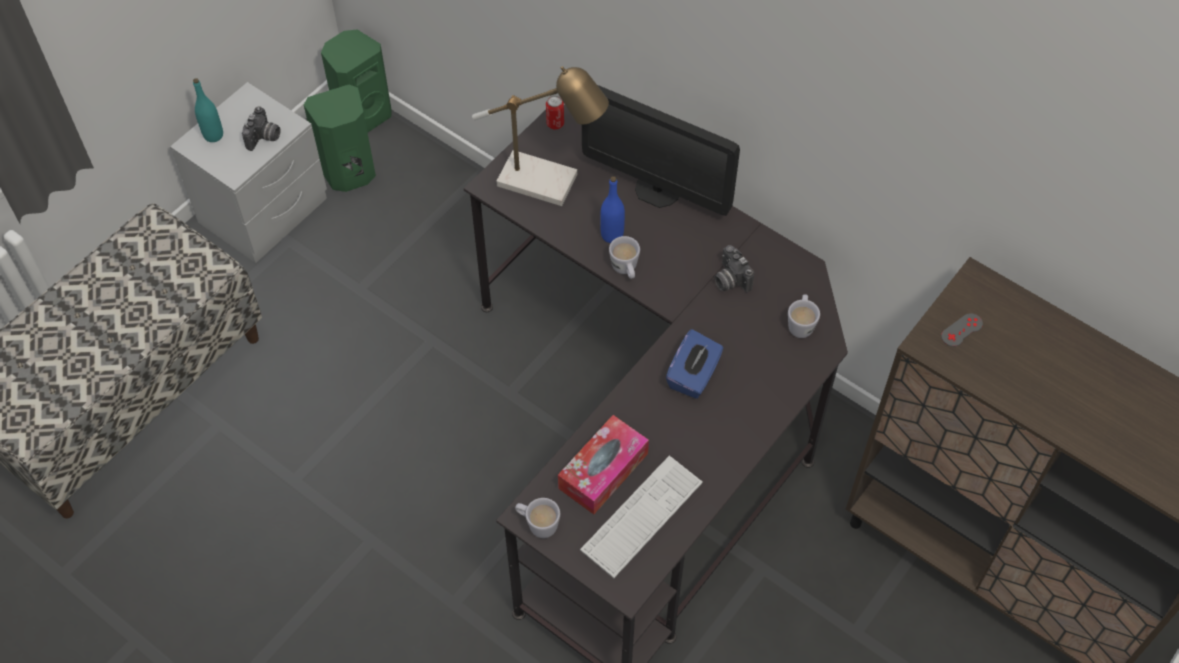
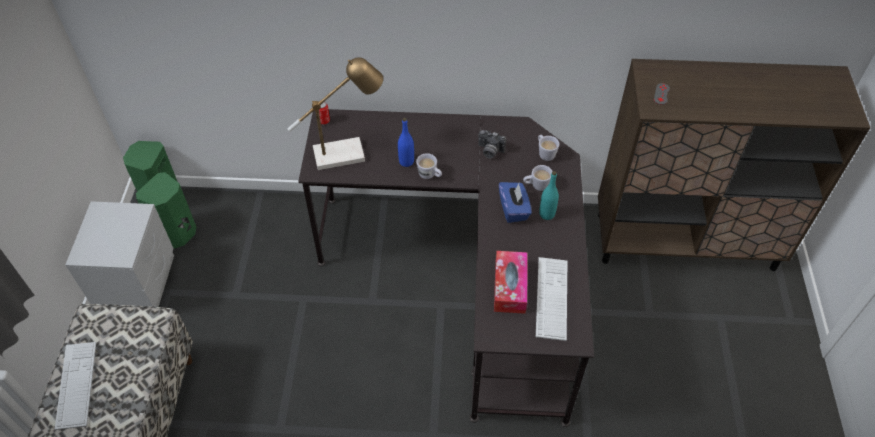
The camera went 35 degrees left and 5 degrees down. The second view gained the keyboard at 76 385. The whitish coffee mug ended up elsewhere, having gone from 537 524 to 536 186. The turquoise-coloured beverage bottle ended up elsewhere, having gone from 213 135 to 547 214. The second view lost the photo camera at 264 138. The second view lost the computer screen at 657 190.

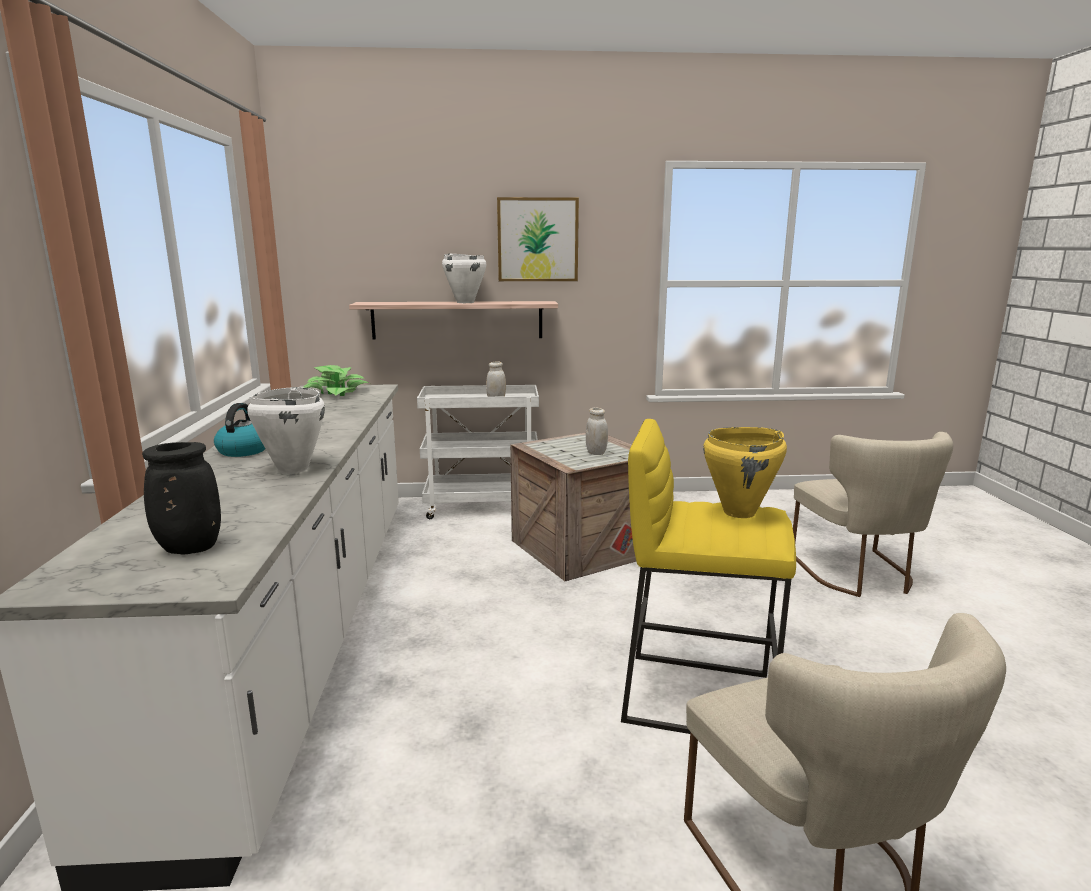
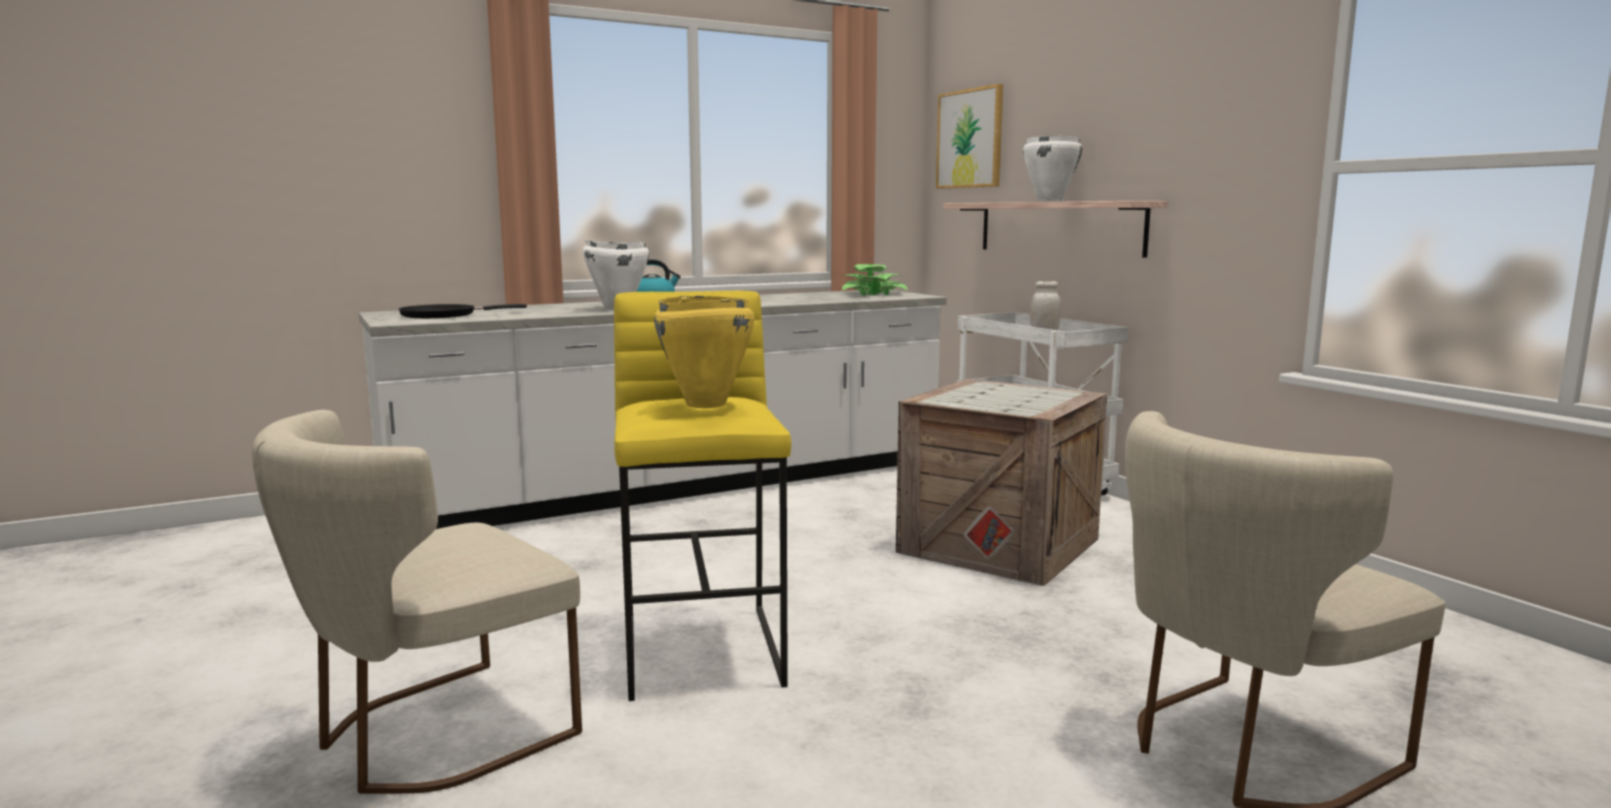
The camera went 65 degrees right and 5 degrees down. Where the black-coloured flower vase stood at 188 549, the black-coloured frying pan came to stand at 443 315. The picture ended up elsewhere, having gone from 537 240 to 970 139. The second view lost the whitish storage jar at 596 453.

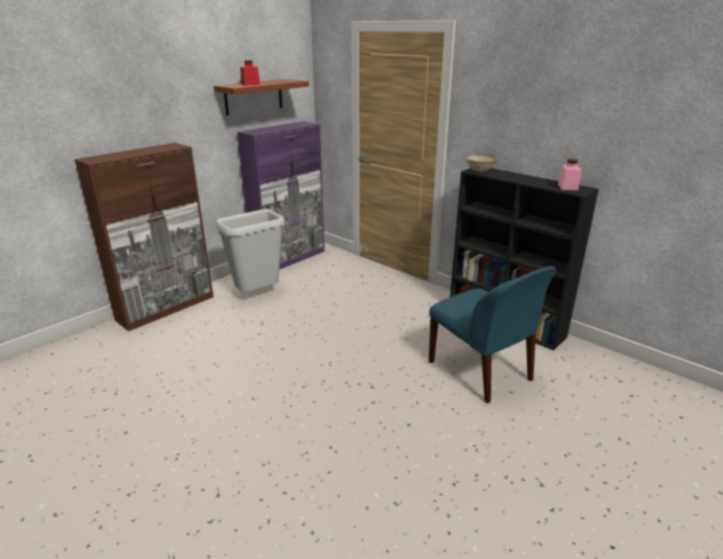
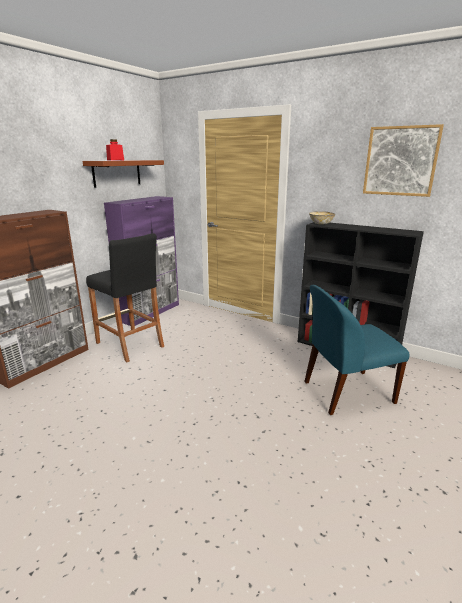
The camera went 10 degrees left and 5 degrees down. Where the greyish trash can stood at 257 295, the black-coloured sitting stool came to stand at 129 344. The blue chair at 481 372 ended up facing another way, 120 degrees clockwise from before. The second view gained the picture at 400 161. The second view lost the pinkish storage jar at 567 187.

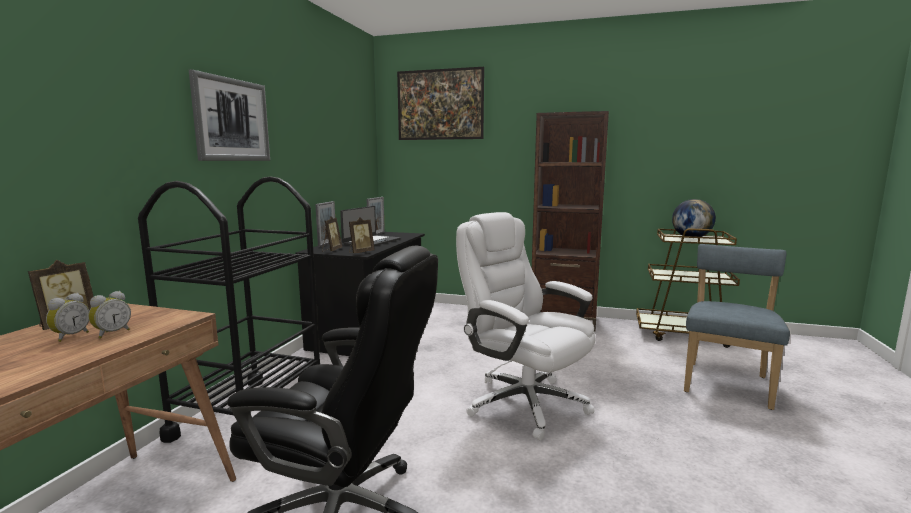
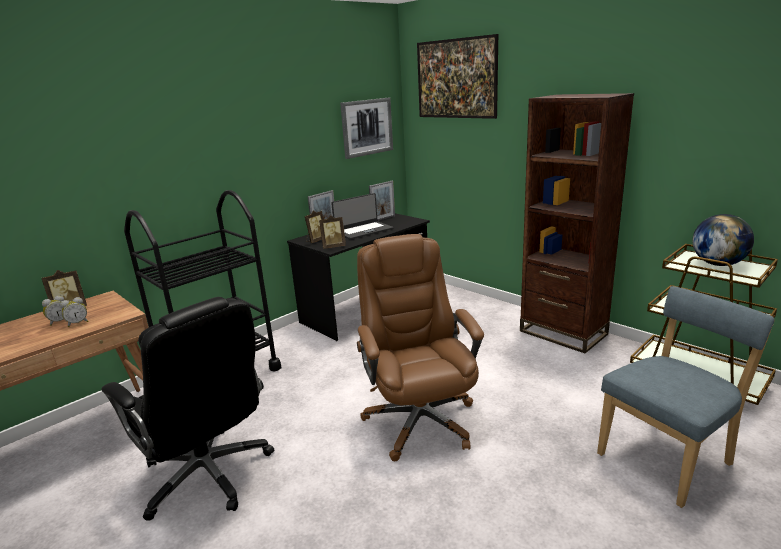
The camera went 30 degrees right and 10 degrees up. The picture ended up elsewhere, having gone from 232 120 to 367 127. What was the whitish office chair at 523 402 turned into the brown-coloured office chair at 419 420.

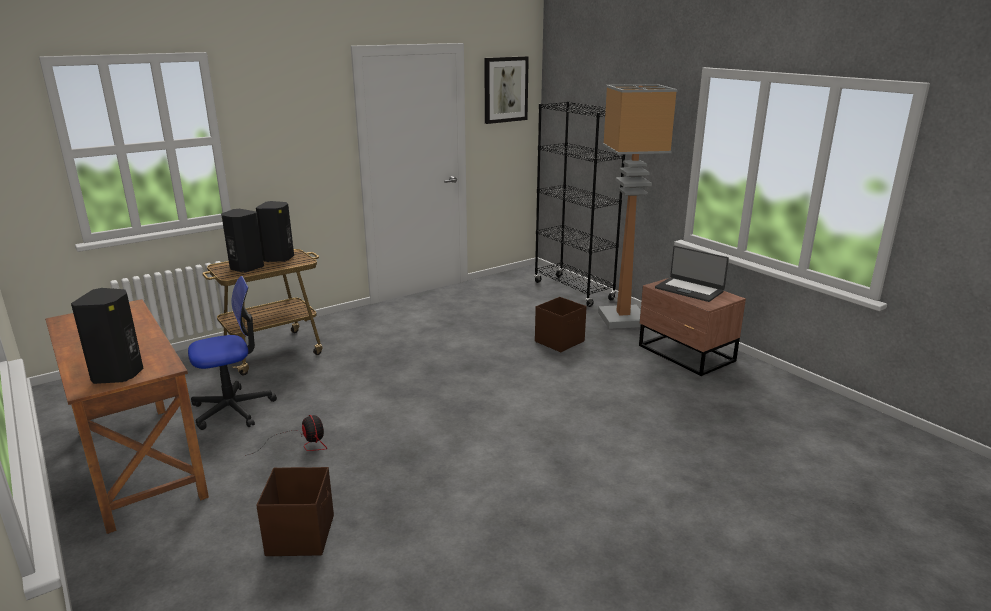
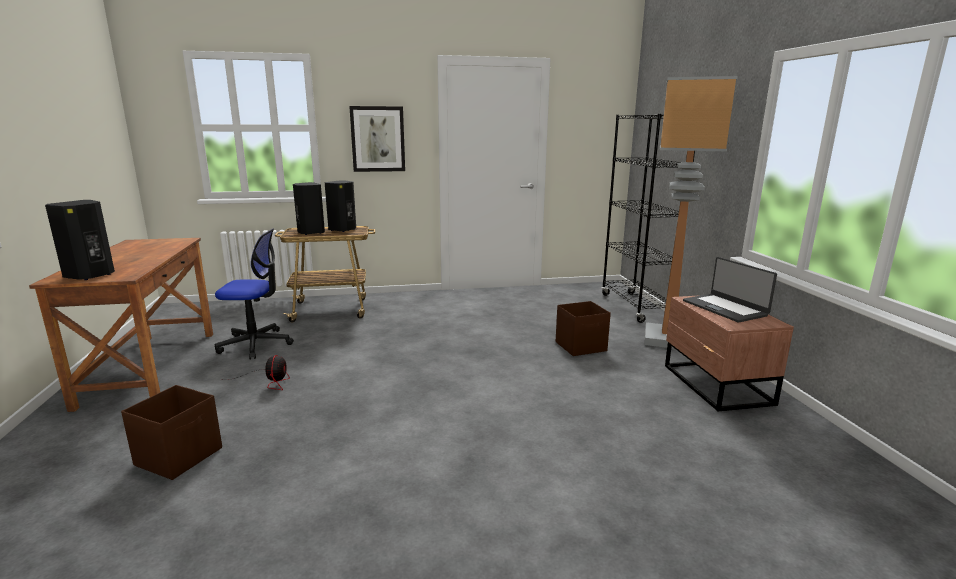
The camera went 25 degrees right and 5 degrees down. The picture ended up elsewhere, having gone from 505 89 to 378 139.

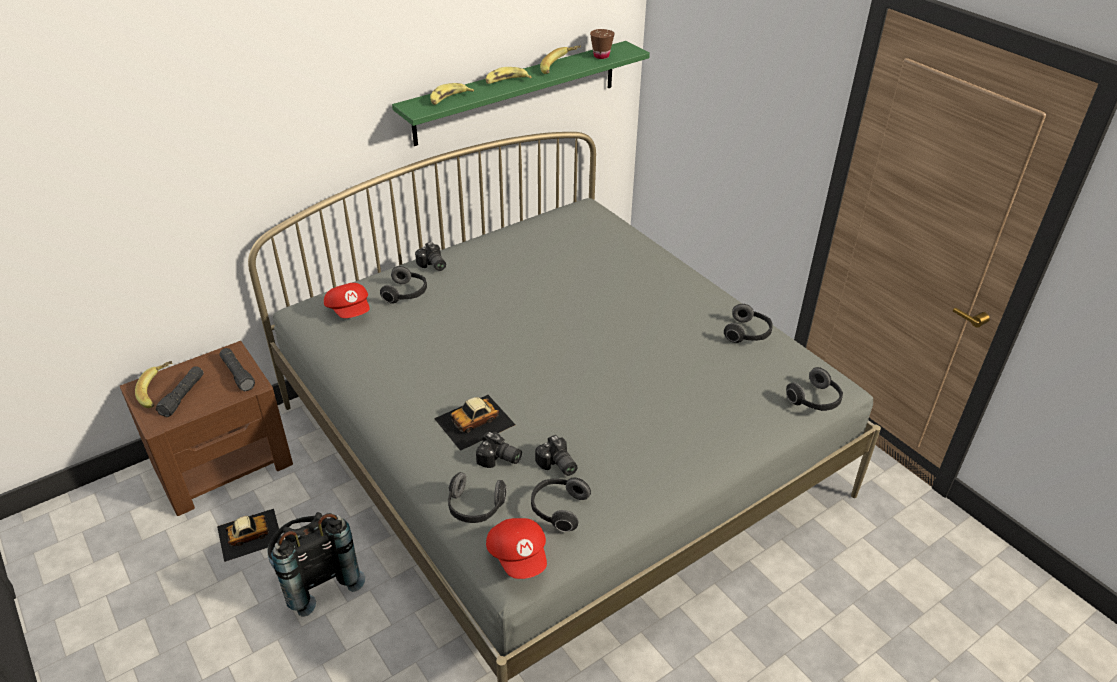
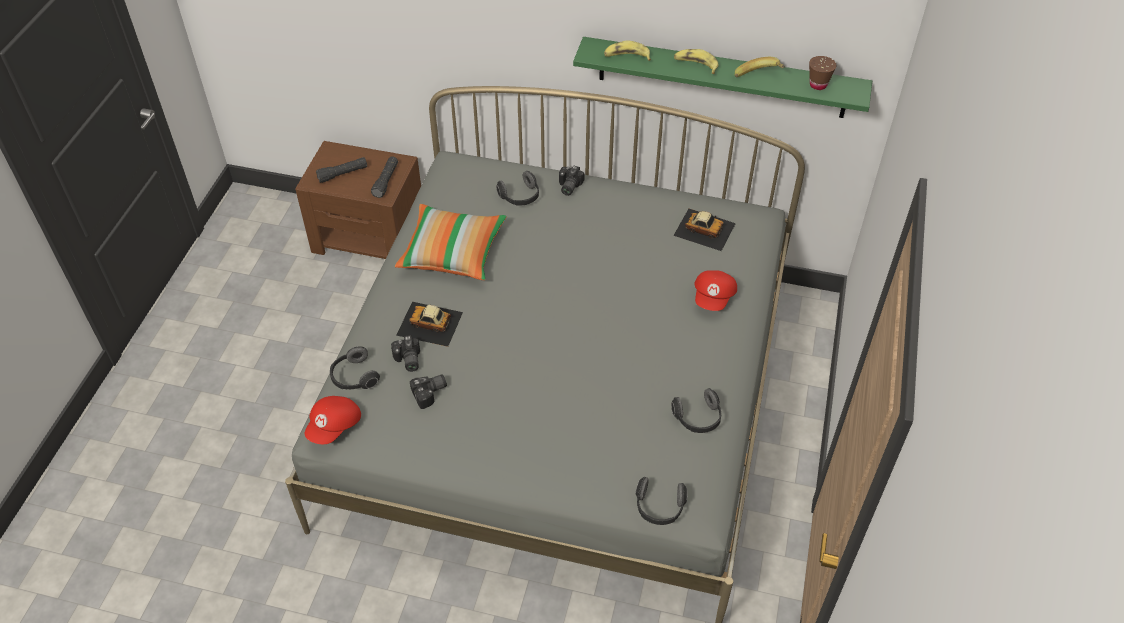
The camera went 50 degrees right and 10 degrees up. The second view gained the cushion at 453 252. The photo camera at 557 465 ended up facing another way, 135 degrees counterclockwise from before. The miniature car ended up elsewhere, having gone from 249 534 to 704 229. The red baseball cap ended up elsewhere, having gone from 350 311 to 714 298. The second view lost the banana at 159 392. The second view lost the black-coloured backpack at 316 579. The second view lost the headset at 558 509.

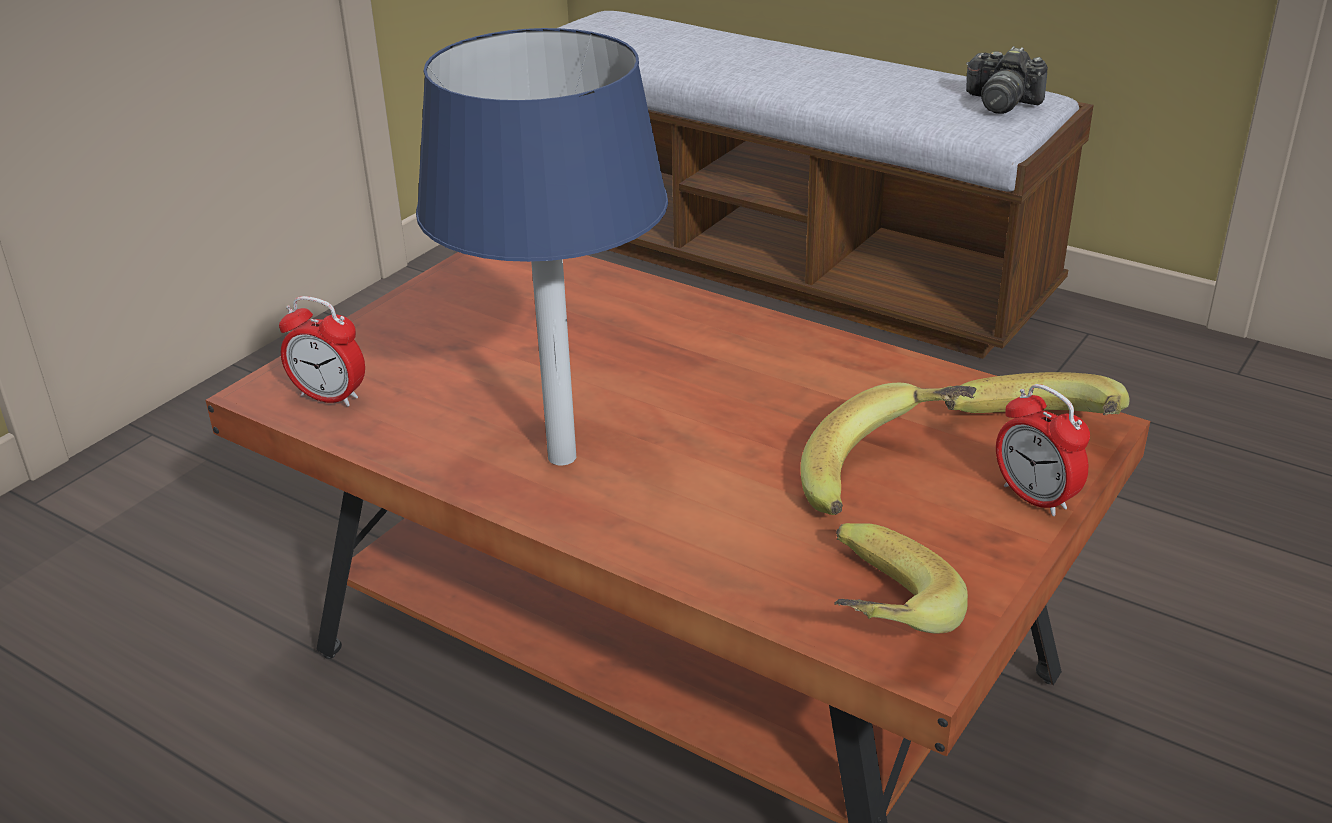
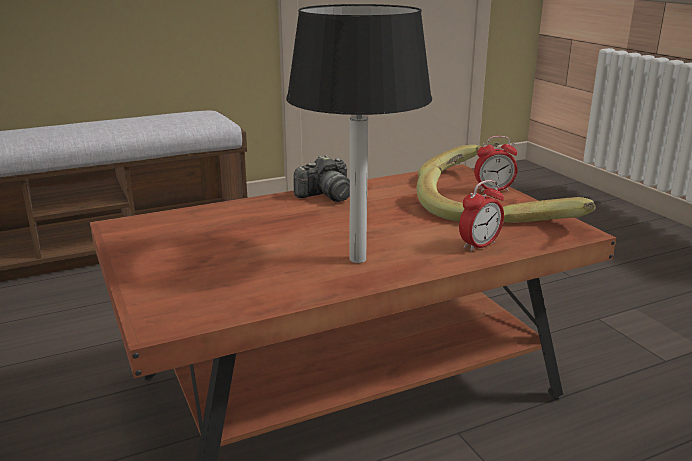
The camera went 60 degrees left and 10 degrees down. What was the blue table lamp at 563 457 turned into the black-coloured table lamp at 358 259. The photo camera ended up elsewhere, having gone from 1001 103 to 326 195. The table clock ended up elsewhere, having gone from 330 397 to 479 245.

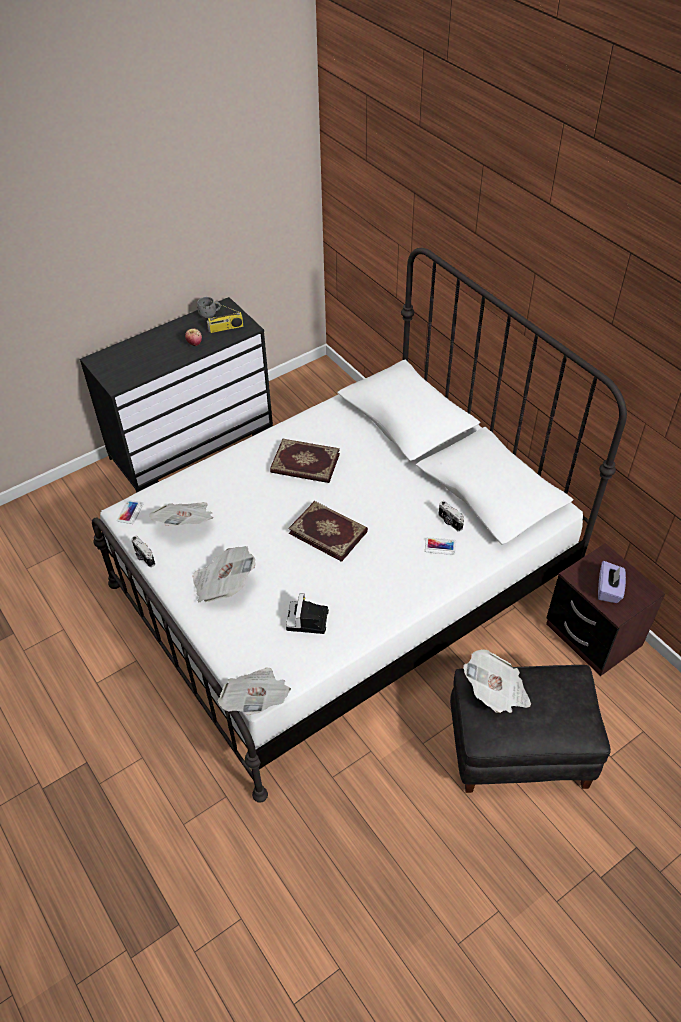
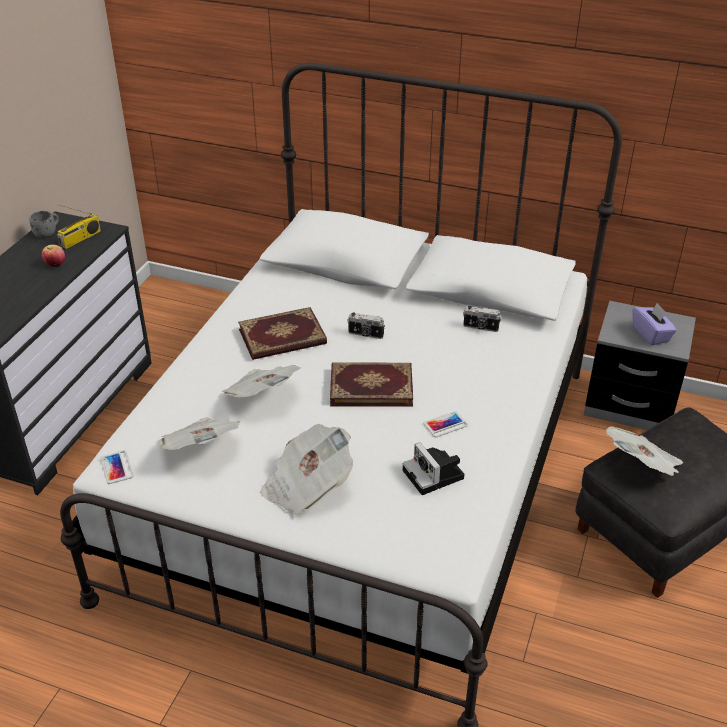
The camera went 35 degrees left and 10 degrees down. The daily paper ended up elsewhere, having gone from 256 700 to 262 396. The photo camera ended up elsewhere, having gone from 143 557 to 365 334. The telephone ended up elsewhere, having gone from 440 546 to 445 424. What was the brown-coloured bedside table at 593 635 turned into the greyish bedside table at 629 405.

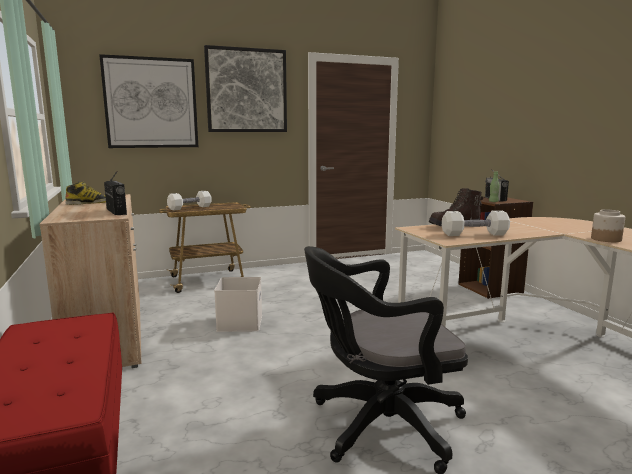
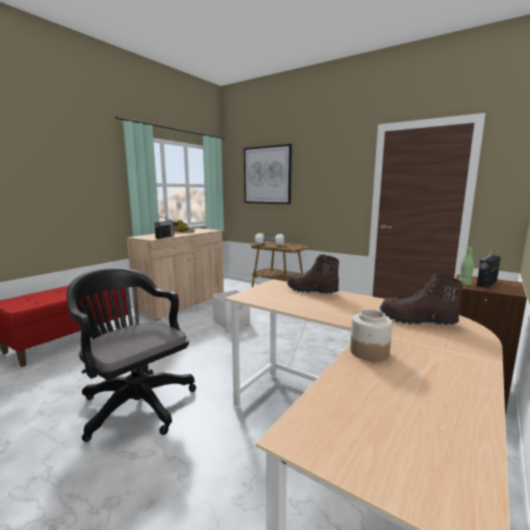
The camera went 55 degrees right and 0 degrees up. The second view gained the brown-coloured boot at 417 320. The second view lost the picture at 246 90. The second view lost the whitish dumbbell at 474 234.

